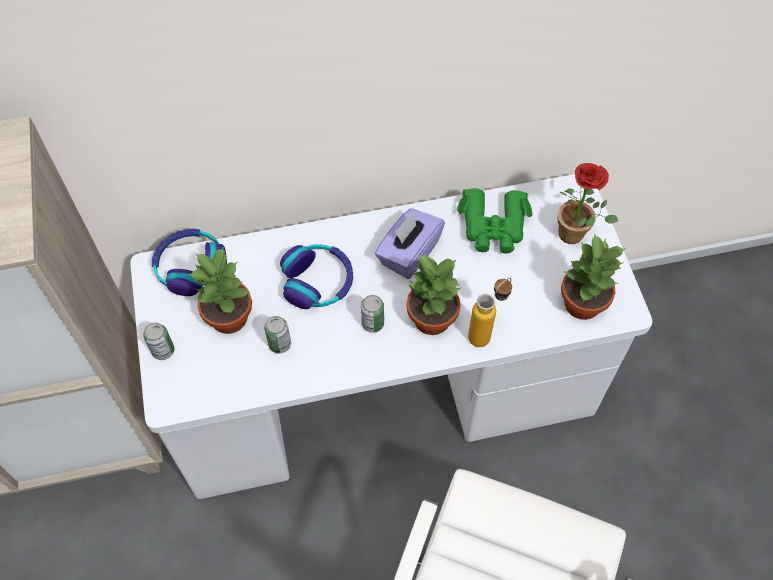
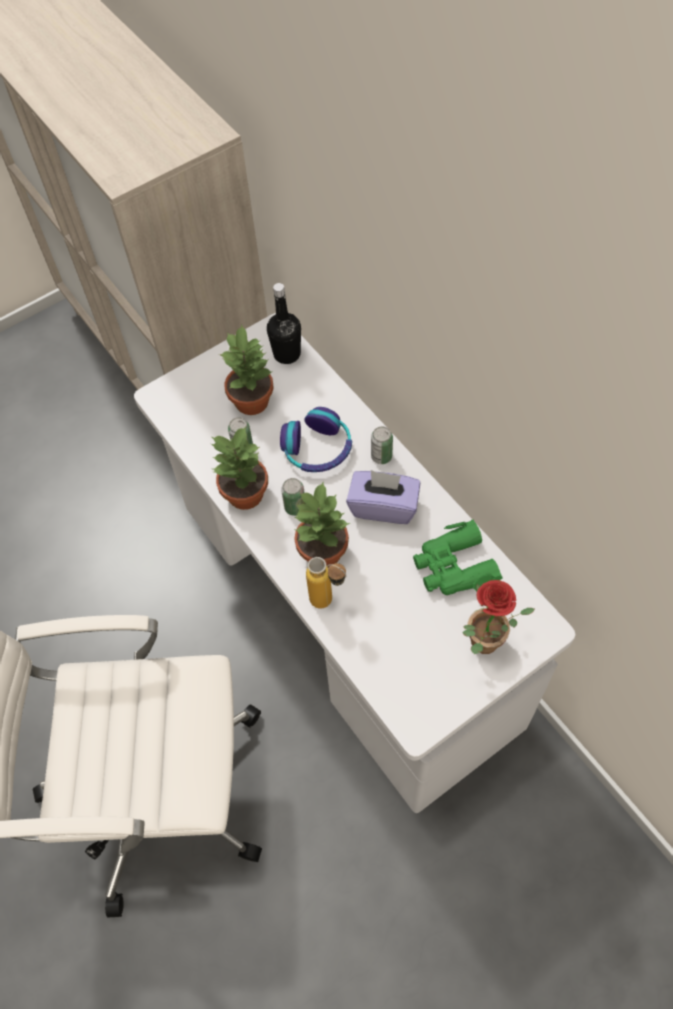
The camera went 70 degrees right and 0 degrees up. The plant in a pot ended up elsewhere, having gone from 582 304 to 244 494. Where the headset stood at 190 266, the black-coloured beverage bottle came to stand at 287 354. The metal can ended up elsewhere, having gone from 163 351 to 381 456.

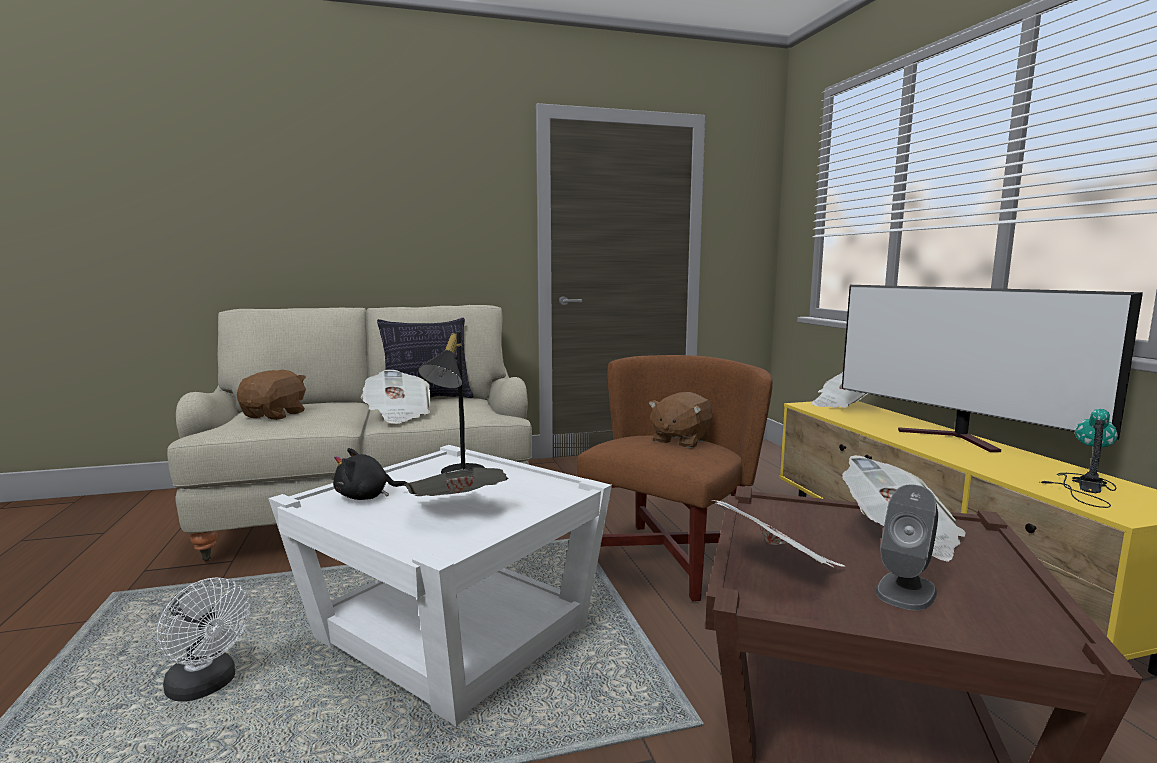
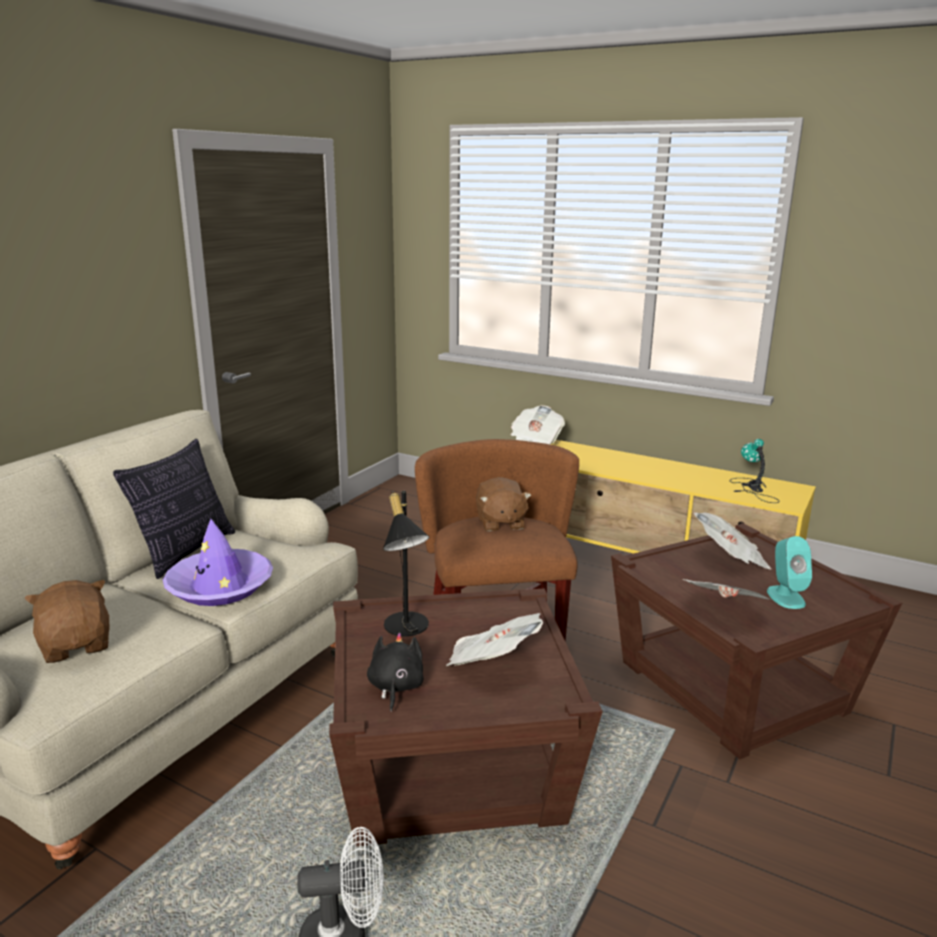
The camera went 45 degrees left and 10 degrees up. Where the daily paper stood at 398 415, the purple-coloured clothing hat came to stand at 220 586. What was the whitish end table at 450 634 turned into the brown-coloured end table at 452 773. The black-coloured soft toy at 366 497 ended up facing another way, 150 degrees clockwise from before. What was the greyish speaker at 906 591 turned into the turquoise-coloured speaker at 785 597. The second view lost the TV at 957 439.

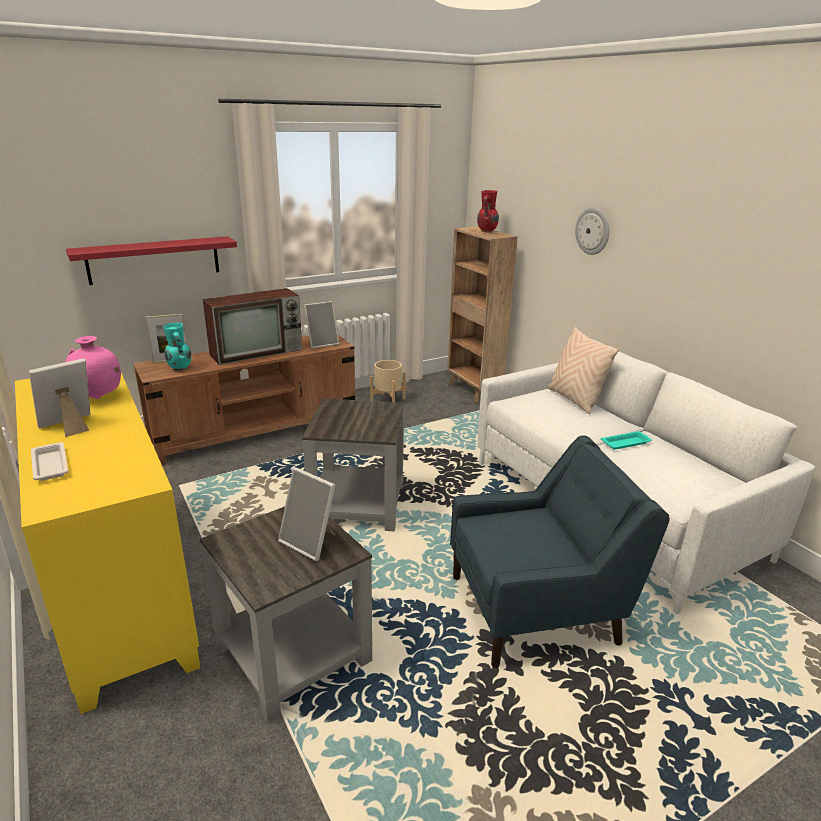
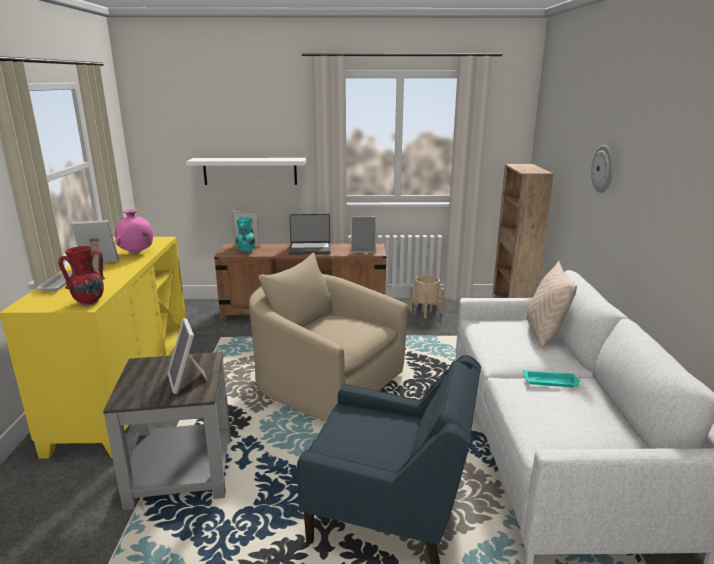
The camera went 30 degrees right and 5 degrees down. The red flower vase ended up elsewhere, having gone from 486 231 to 88 302. What was the red wall shelf at 154 260 turned into the whitish wall shelf at 250 171. Where the greyish end table stood at 356 504, the sand-coloured lounge chair came to stand at 325 382. Where the TV stood at 258 352, the laptop came to stand at 310 249.

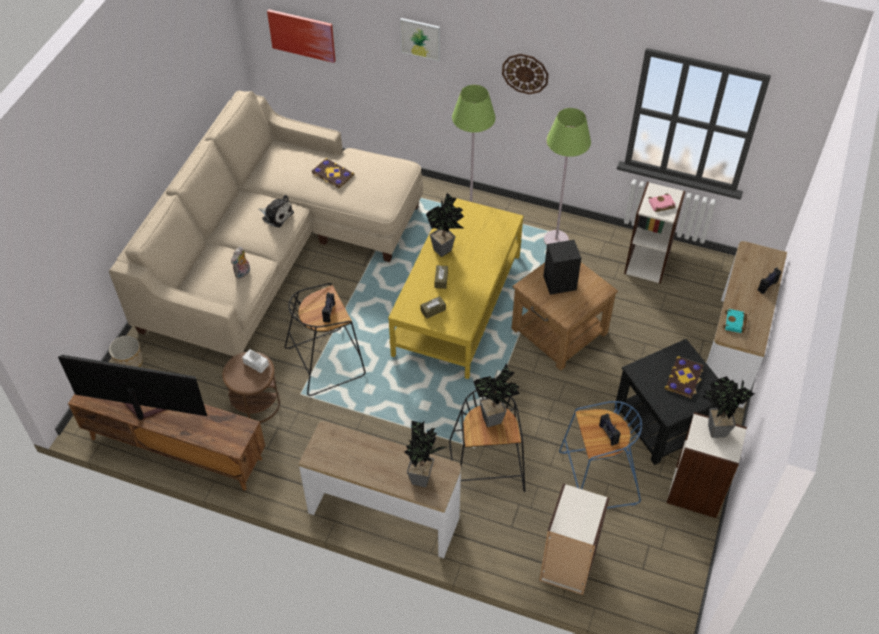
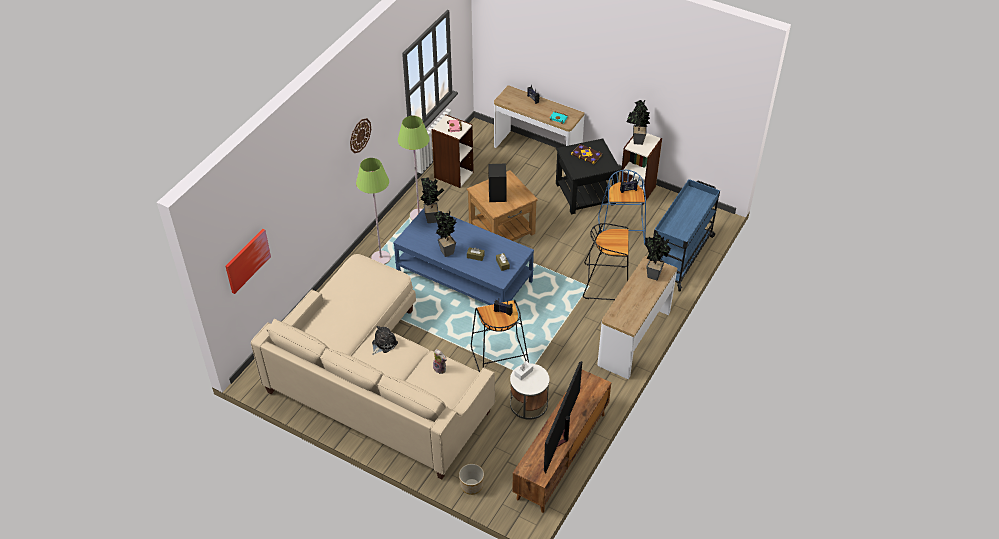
The camera went 80 degrees left and 5 degrees down. What was the yellowish coffee table at 457 304 turned into the blue coffee table at 464 277. The plant in a pot ended up elsewhere, having gone from 495 420 to 432 217. What was the brown-coloured end table at 255 402 turned into the whitish end table at 528 404. Where the shelving unit stood at 567 565, the blue cart came to stand at 680 256. The second view lost the volume at 332 174. The second view lost the picture at 420 39.

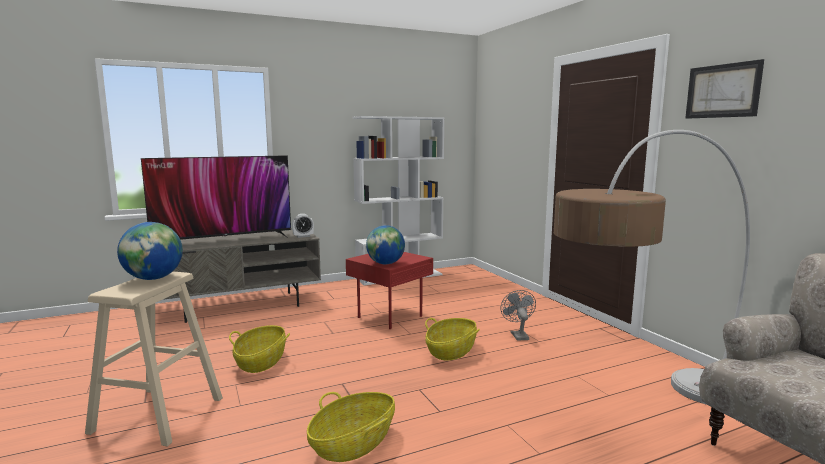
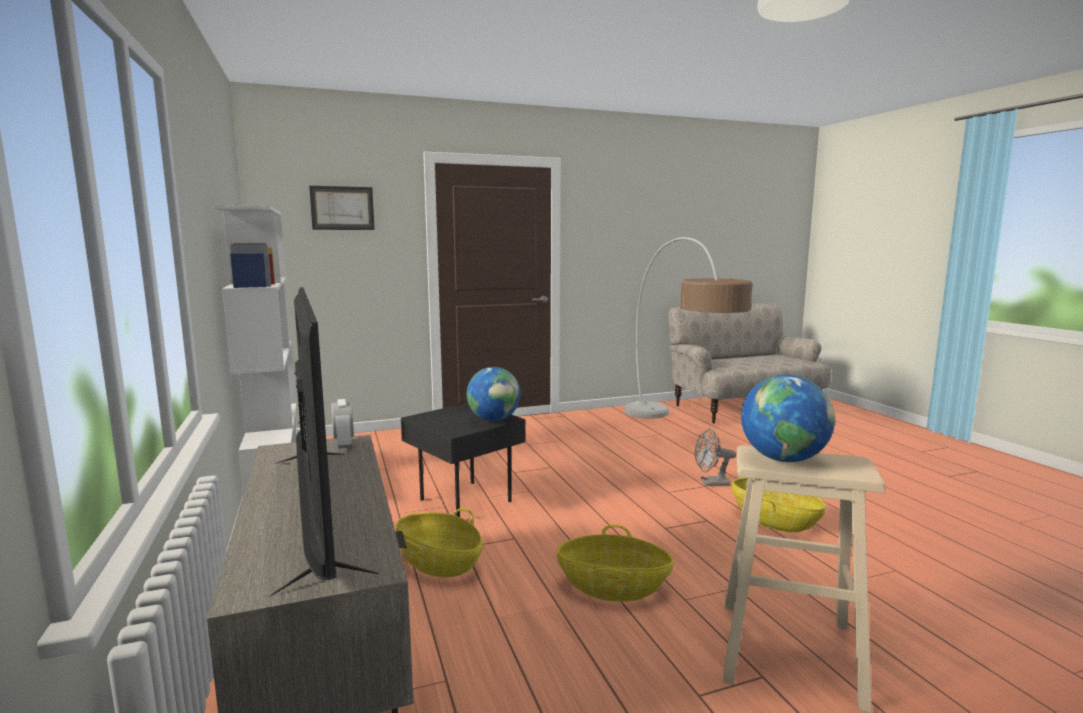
The camera went 85 degrees left and 0 degrees up. The picture ended up elsewhere, having gone from 722 91 to 342 208. The basket ended up elsewhere, having gone from 451 351 to 439 562. What was the red end table at 390 316 turned into the black-coloured end table at 462 500. The greyish fan ended up elsewhere, having gone from 518 335 to 710 483.

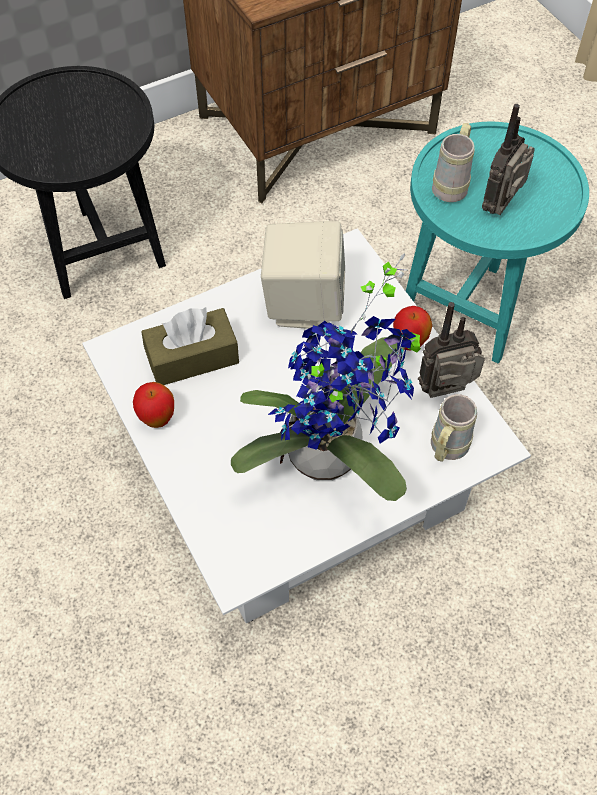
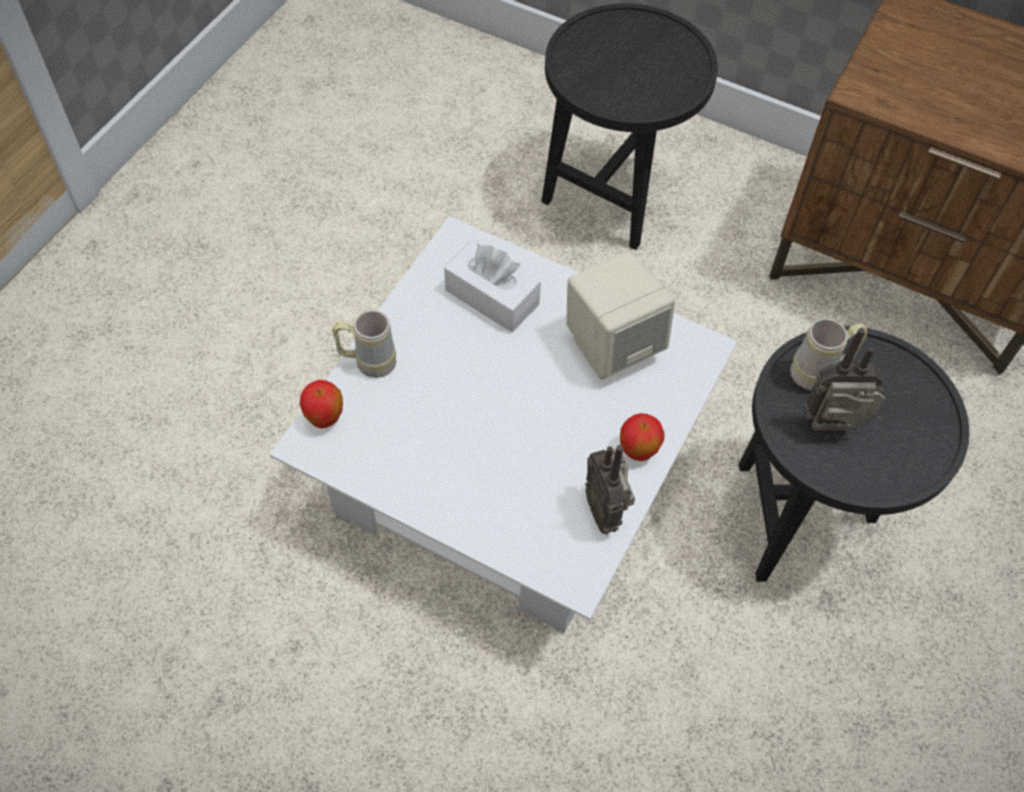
The camera went 55 degrees right and 0 degrees up. The apple fruit ended up elsewhere, having gone from 157 418 to 325 418. The sand-coloured coffee mug ended up elsewhere, having gone from 446 450 to 367 362. What was the brown-coloured box of tissues at 192 357 turned into the whitish box of tissues at 492 297. The radio at 447 393 ended up facing another way, 150 degrees counterclockwise from before. What was the turquoise-coloured end table at 469 307 turned into the black-coloured end table at 803 520. The second view lost the plant in a pot at 332 458.

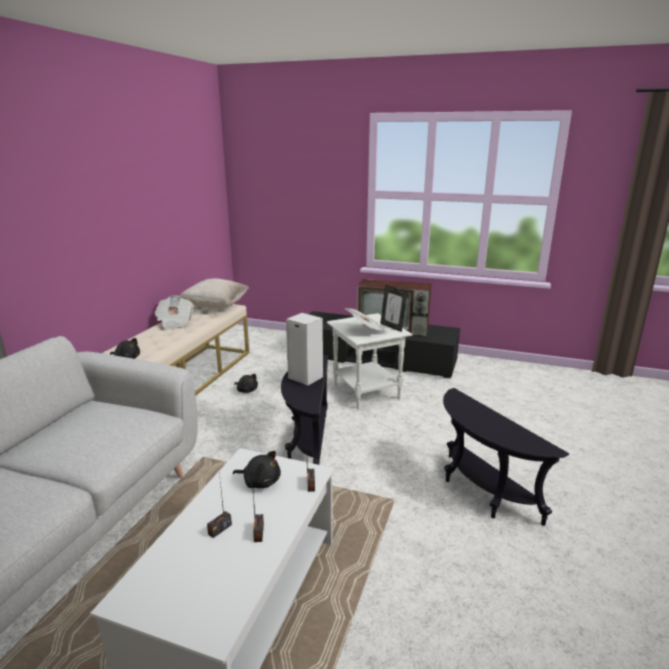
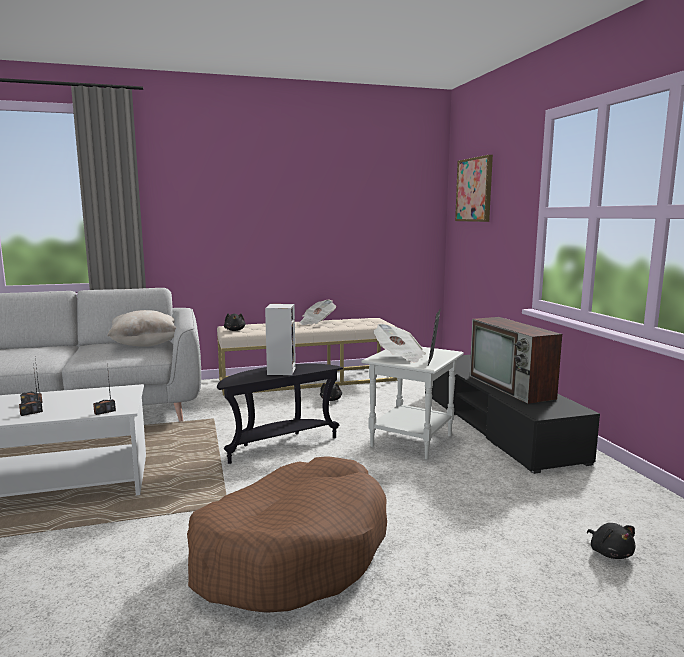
The camera went 55 degrees right and 10 degrees down. The sand-coloured cushion ended up elsewhere, having gone from 216 306 to 144 345. Where the black-coloured end table stood at 481 492, the brown-coloured dog cushion came to stand at 291 552. The second view gained the picture at 474 190. The black-coloured soft toy ended up elsewhere, having gone from 260 482 to 610 553.

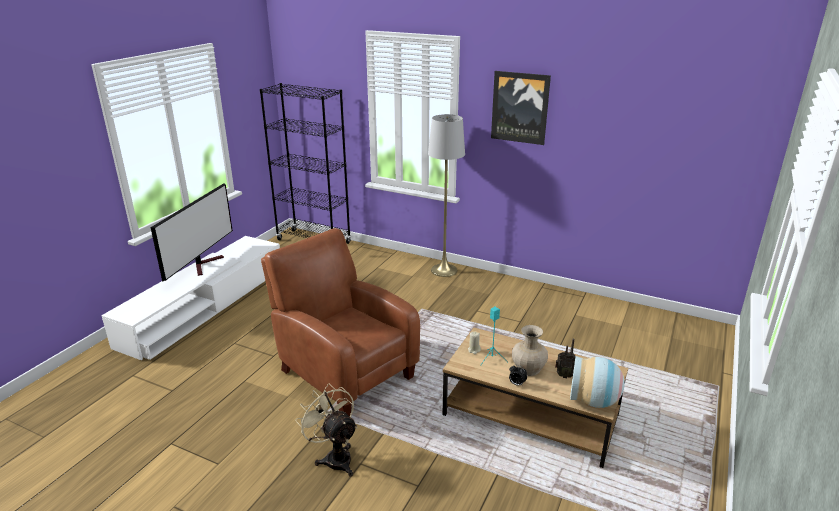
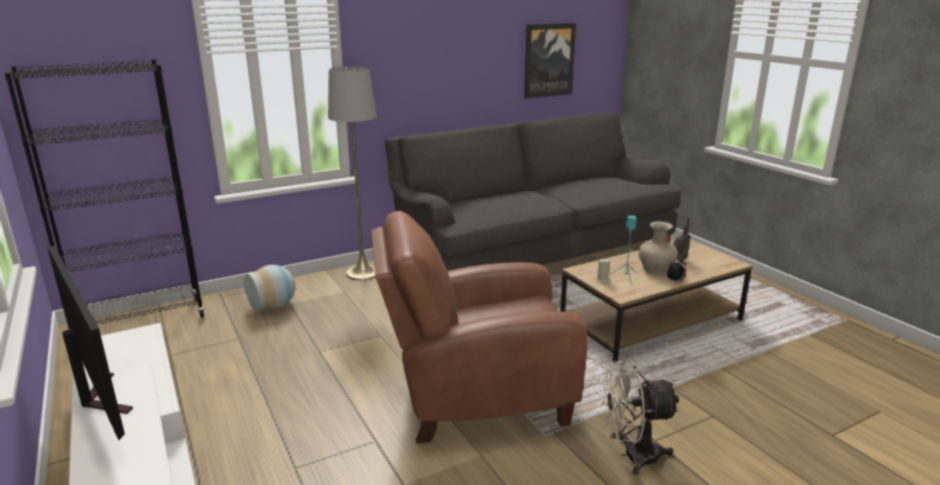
The camera went 55 degrees left and 5 degrees down. The flower vase ended up elsewhere, having gone from 594 401 to 274 306. The second view gained the greyish sofa at 533 256. The picture ended up elsewhere, having gone from 520 107 to 548 60.

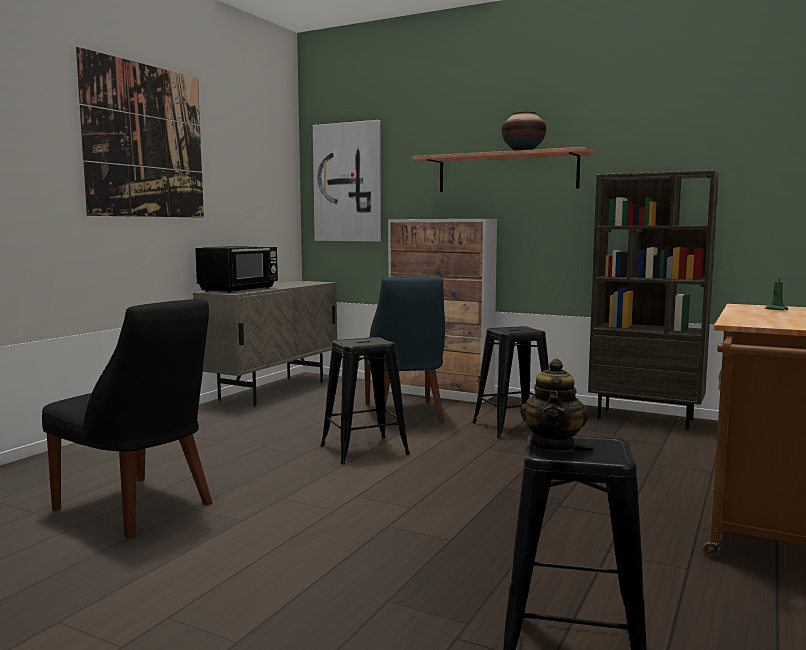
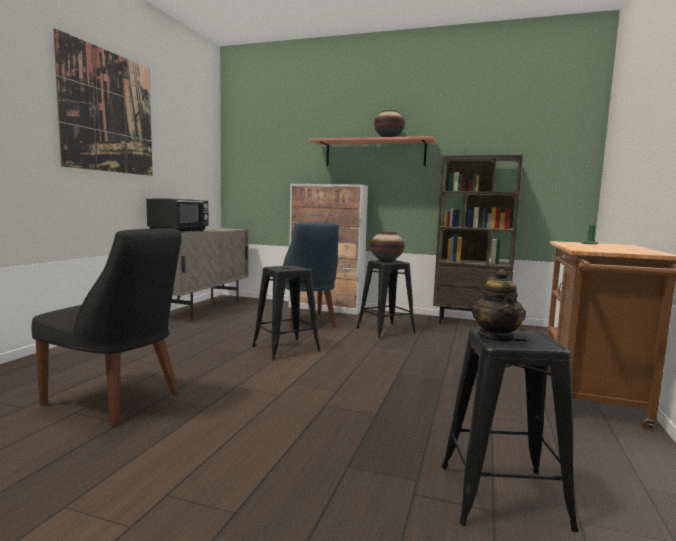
The camera went 10 degrees left and 0 degrees up. The second view gained the flower vase at 386 261. The second view lost the picture at 348 182.

